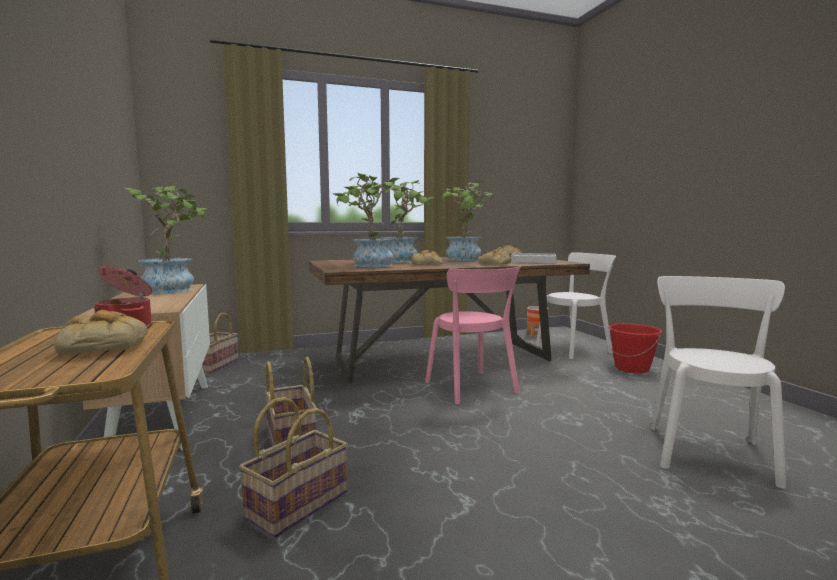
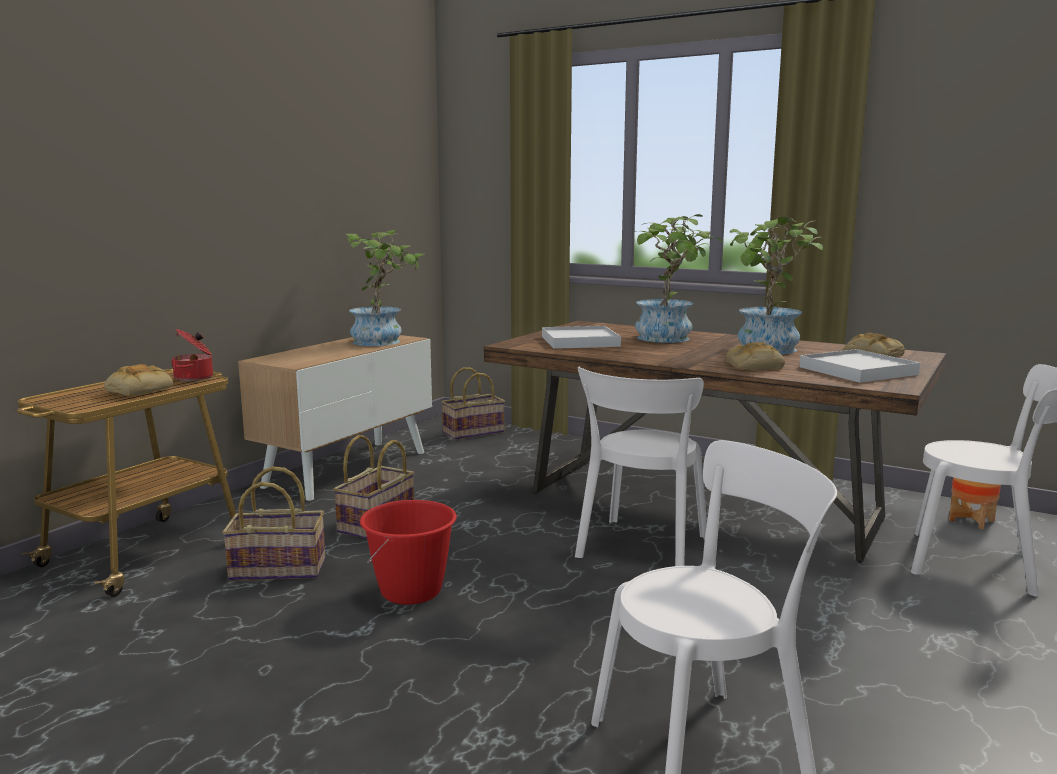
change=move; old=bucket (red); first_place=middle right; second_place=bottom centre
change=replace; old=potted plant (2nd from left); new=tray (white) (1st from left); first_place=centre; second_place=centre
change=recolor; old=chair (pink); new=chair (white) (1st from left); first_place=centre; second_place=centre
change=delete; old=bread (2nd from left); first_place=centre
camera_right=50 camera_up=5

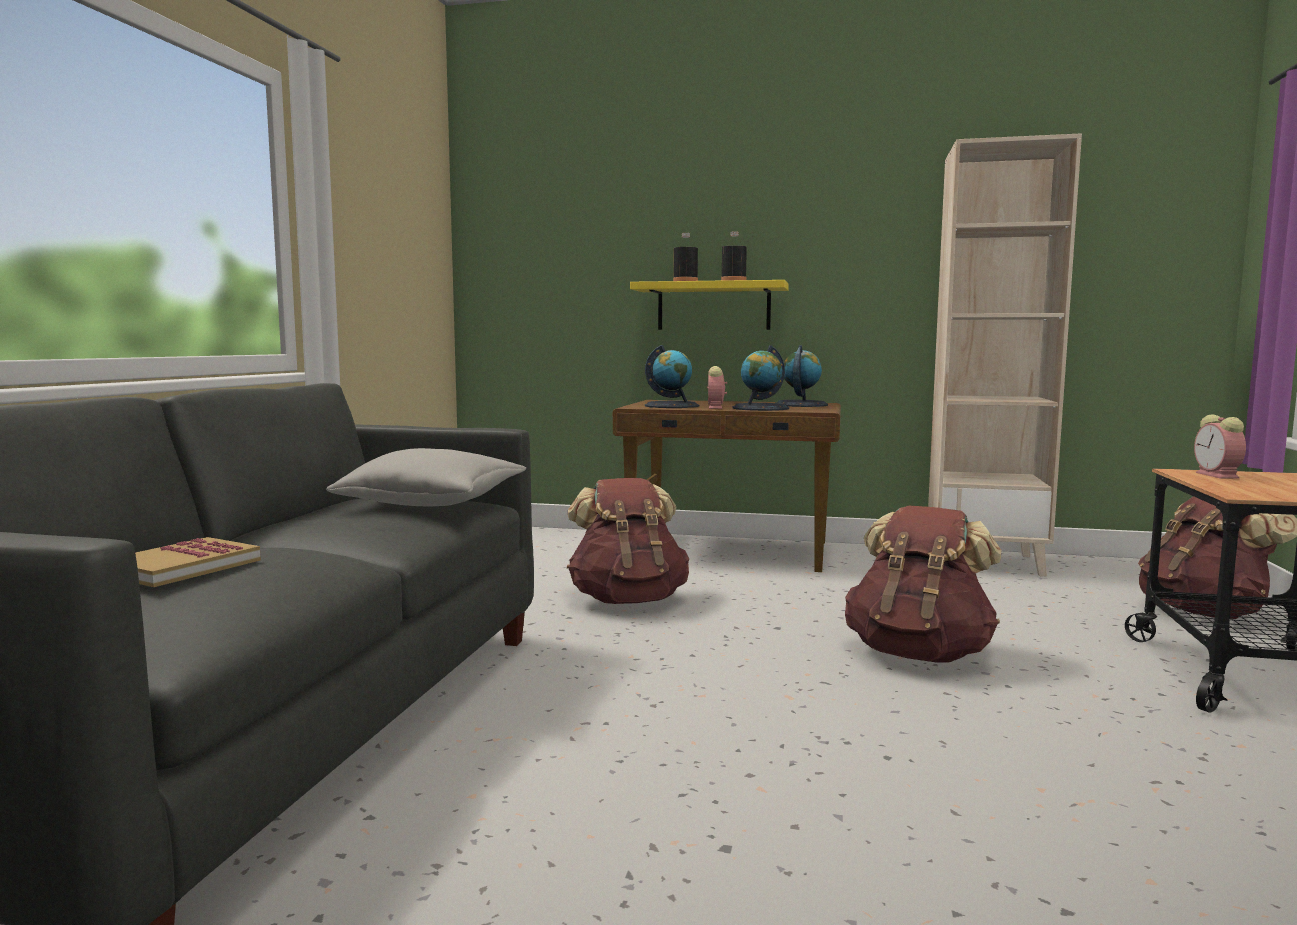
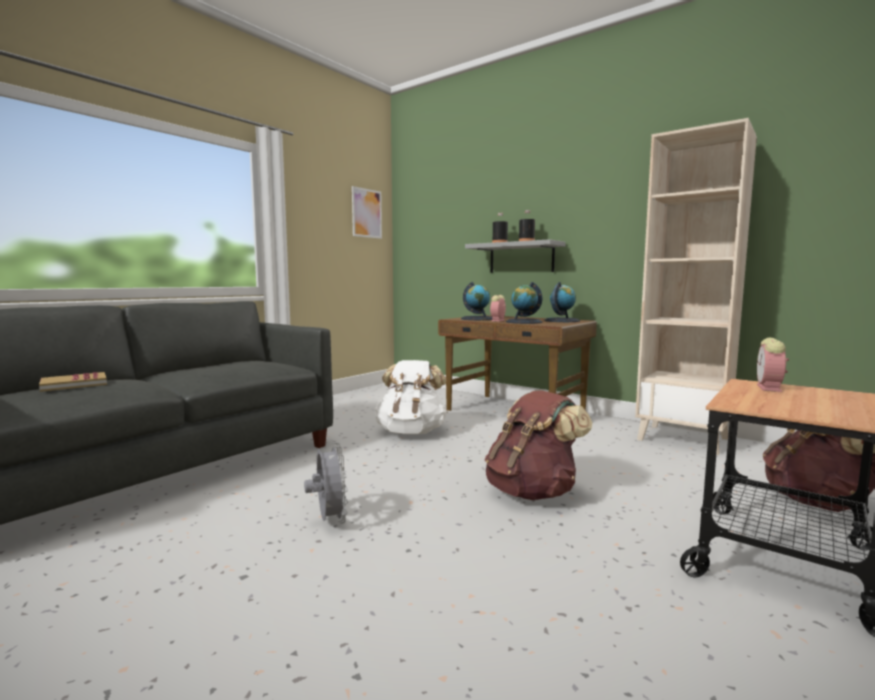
change=insert; new=fan (grey); second_place=bottom centre
change=insert; new=picture; second_place=top centre
change=recolor; old=backpack (brown) (1st from left); new=backpack (white); first_place=centre; second_place=centre
change=recolor; old=shelf (yellow); new=shelf (grey); first_place=top centre; second_place=centre
change=delete; old=pillow (grey); first_place=middle left
camera_right=25 camera_up=0

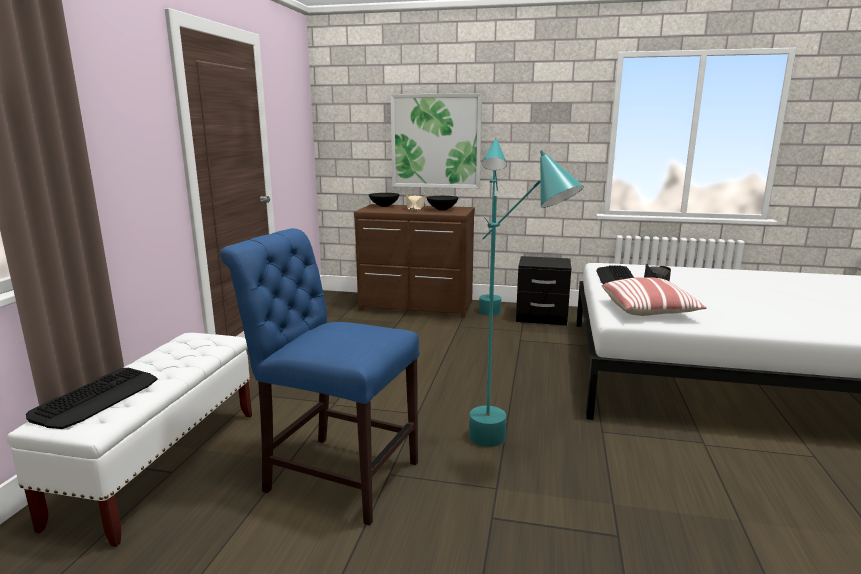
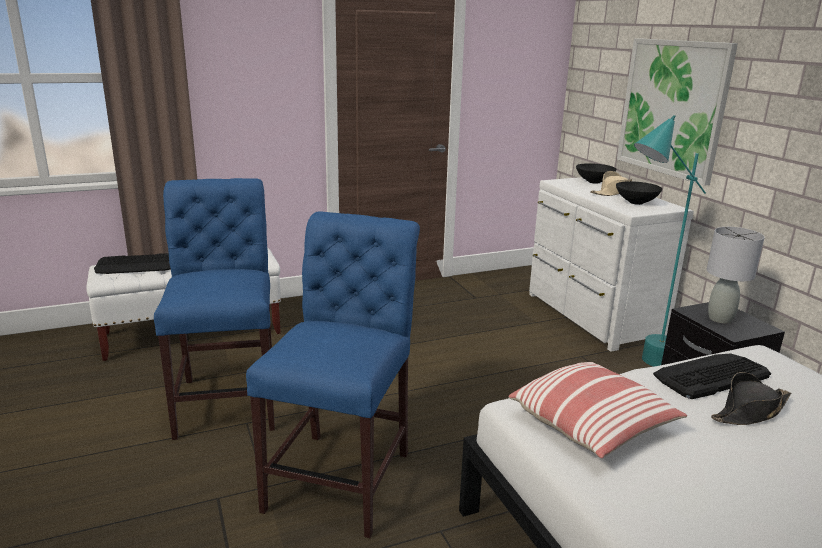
change=replace; old=floor lamp (turquoise) (2nd from left); new=chair (blue) (2nd from left); first_place=centre; second_place=bottom centre
change=recolor; old=dresser (brown); new=dresser (white); first_place=centre; second_place=middle right
change=insert; new=table lamp (grey); second_place=middle right
camera_right=55 camera_up=5

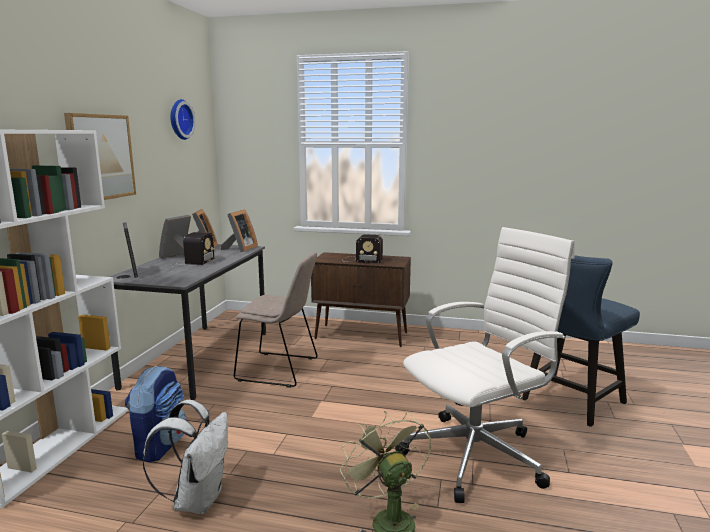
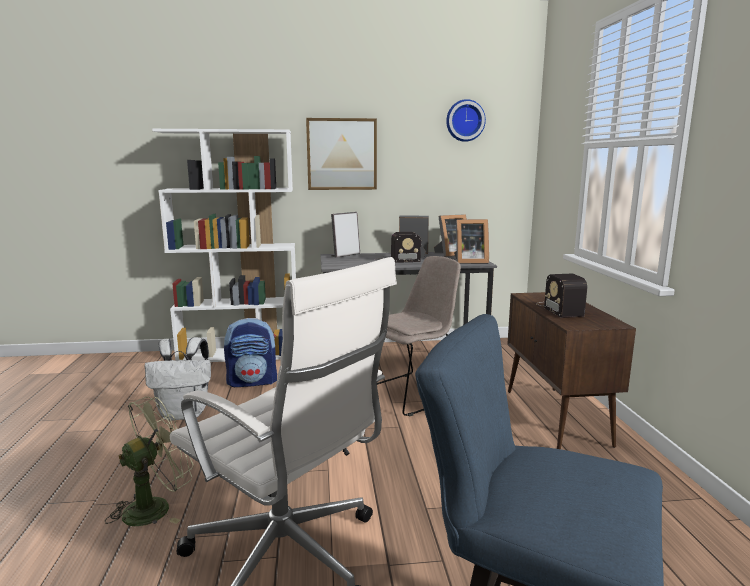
change=rotate; old=chair (beige); first_place=centre; second_place=centre; degrees=-120
camera_right=70 camera_up=0

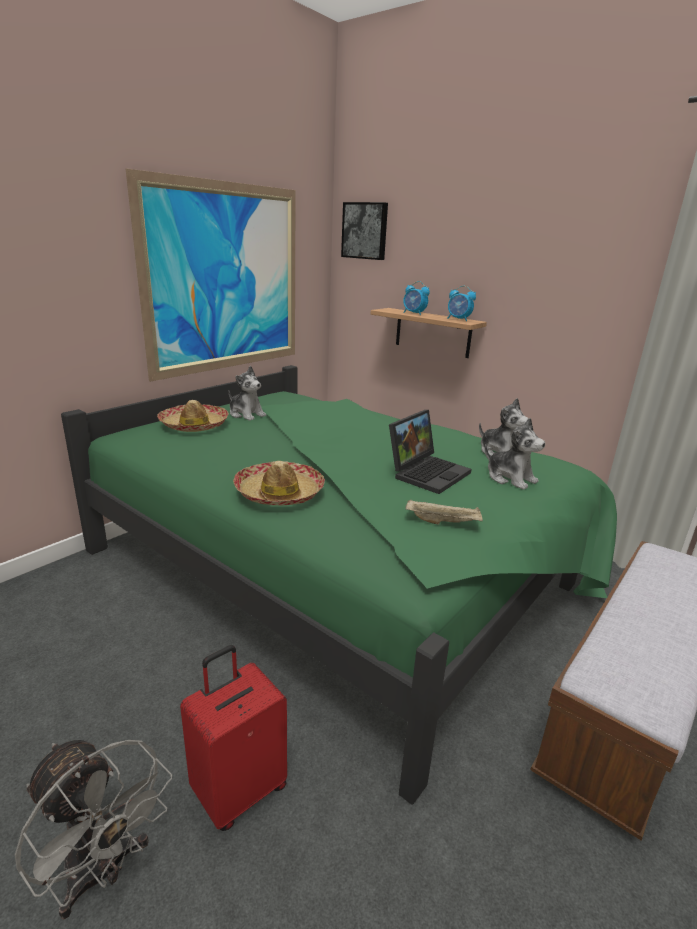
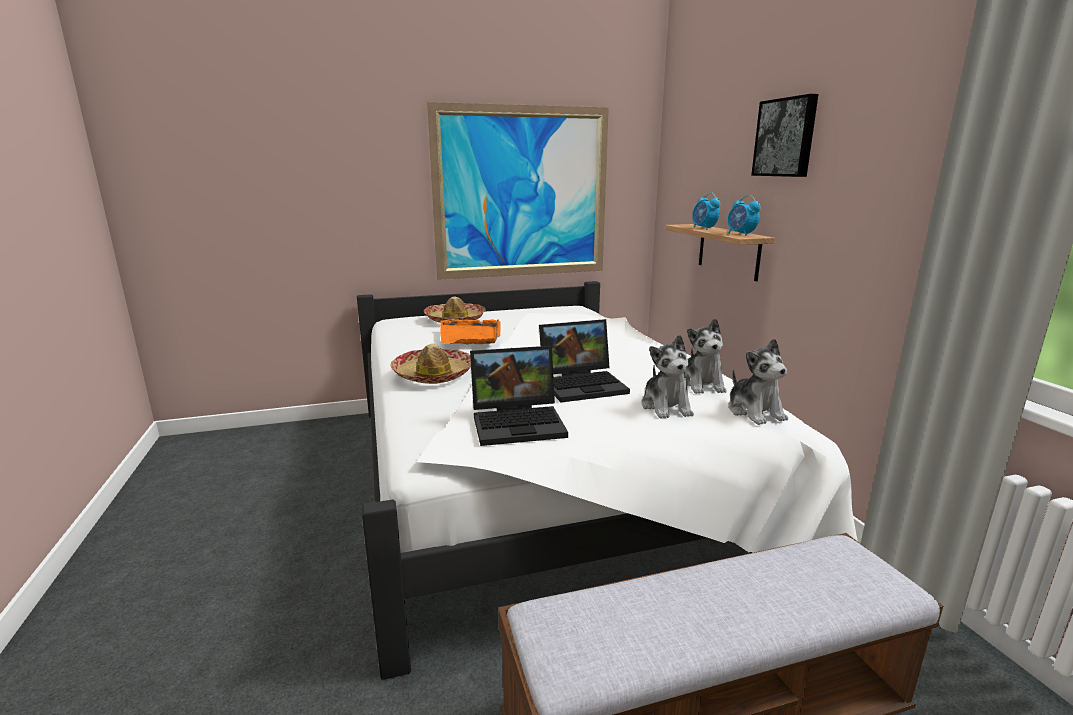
change=recolor; old=bed (green); new=bed (white); first_place=centre; second_place=bottom centre
change=insert; new=tray (orange); second_place=centre
change=replace; old=tray (beige); new=laptop (1st from left); first_place=centre; second_place=centre
change=move; old=plush toy (1st from left in the first image); new=plush toy (3rd from left); first_place=centre; second_place=middle right
change=move; old=picture (2nd from left); first_place=top centre; second_place=top right
change=delete; old=fan (grey); first_place=bottom left
change=delete; old=suitcase (red); first_place=bottom centre
camera_right=35 camera_up=-5

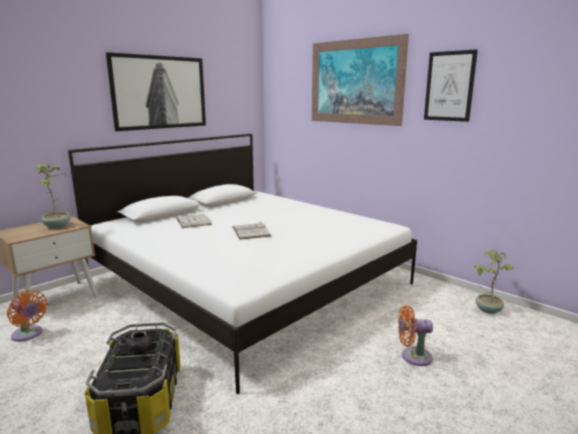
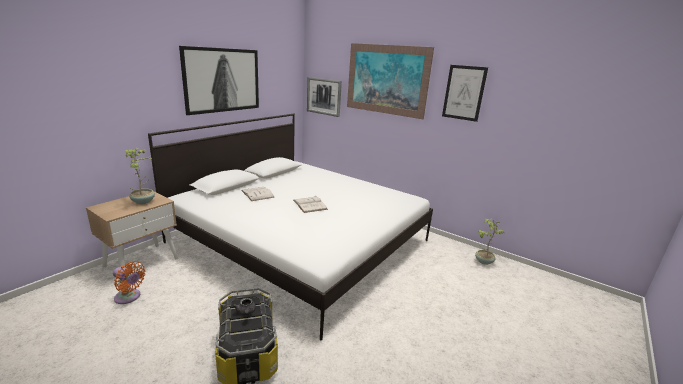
change=insert; new=picture (2nd from left); second_place=top centre
change=delete; old=fan (orange) (2nd from left); first_place=bottom right
camera_right=-10 camera_up=5

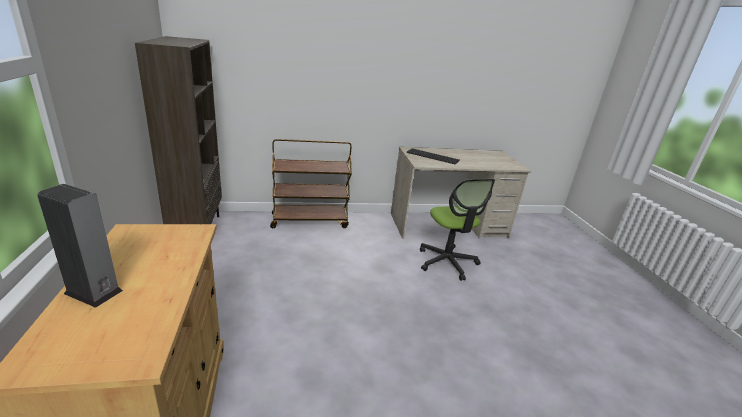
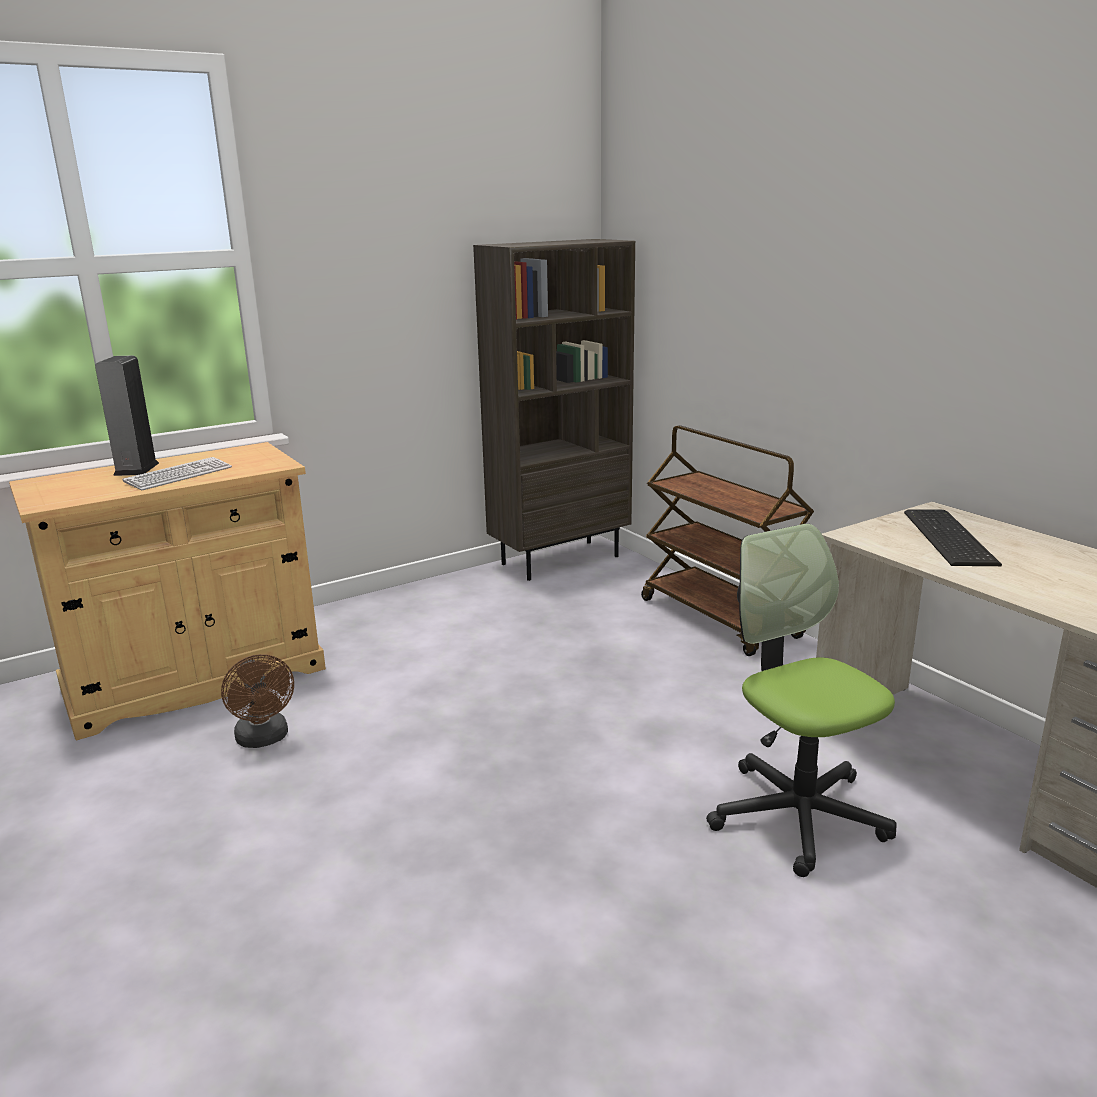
change=insert; new=keyboard (1st from left); second_place=middle left
change=insert; new=fan (brown); second_place=middle left
change=rotate; old=office chair; first_place=centre; second_place=middle right; degrees=105
camera_right=70 camera_up=-5

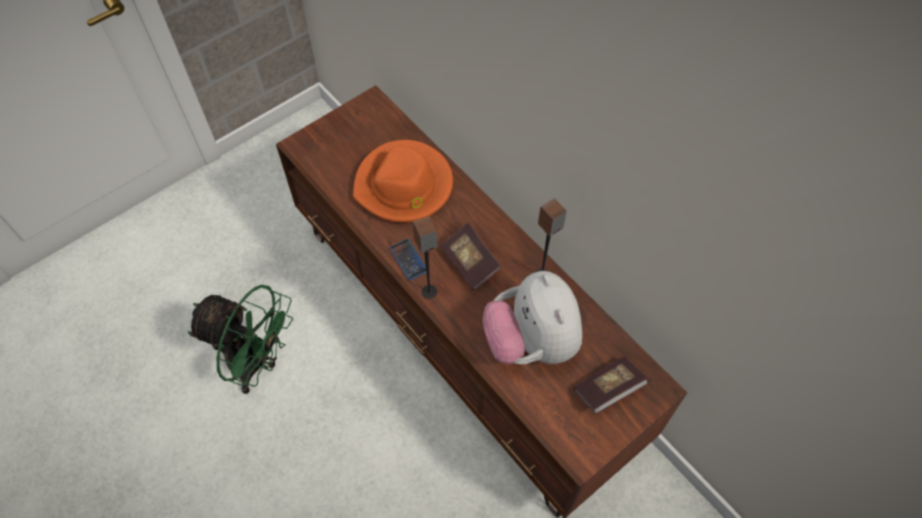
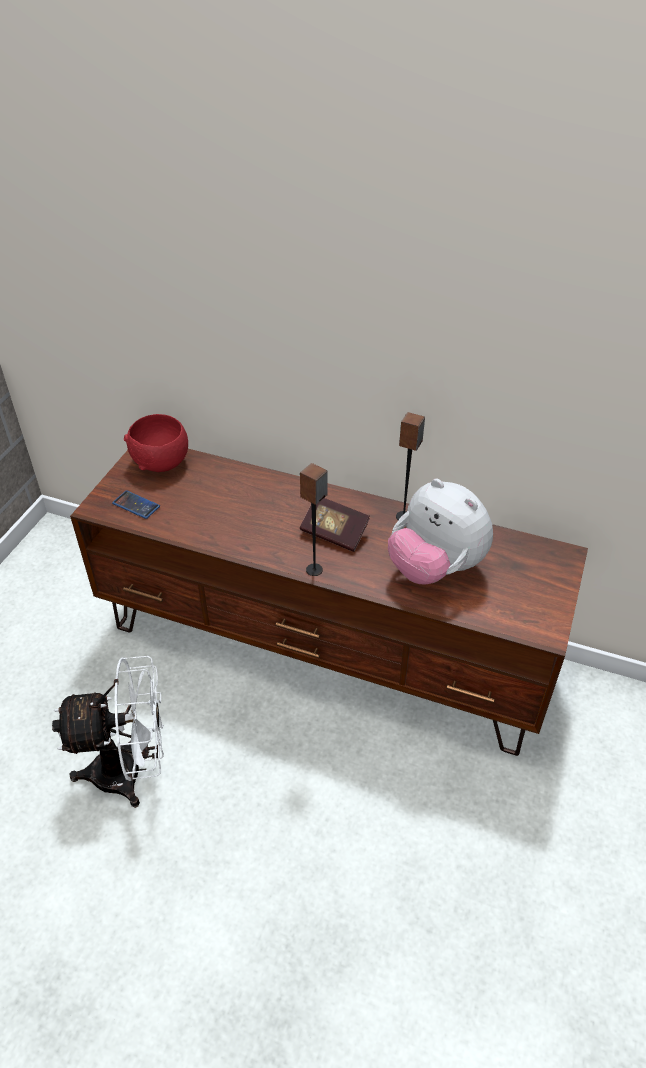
change=recolor; old=fan (green); new=fan (white); first_place=middle left; second_place=bottom left
change=move; old=phone; first_place=centre; second_place=middle left
change=insert; new=bowl (red); second_place=middle left
change=delete; old=hat (orange); first_place=centre
change=delete; old=book (2nd from left); first_place=bottom centre
camera_right=-30 camera_up=-15

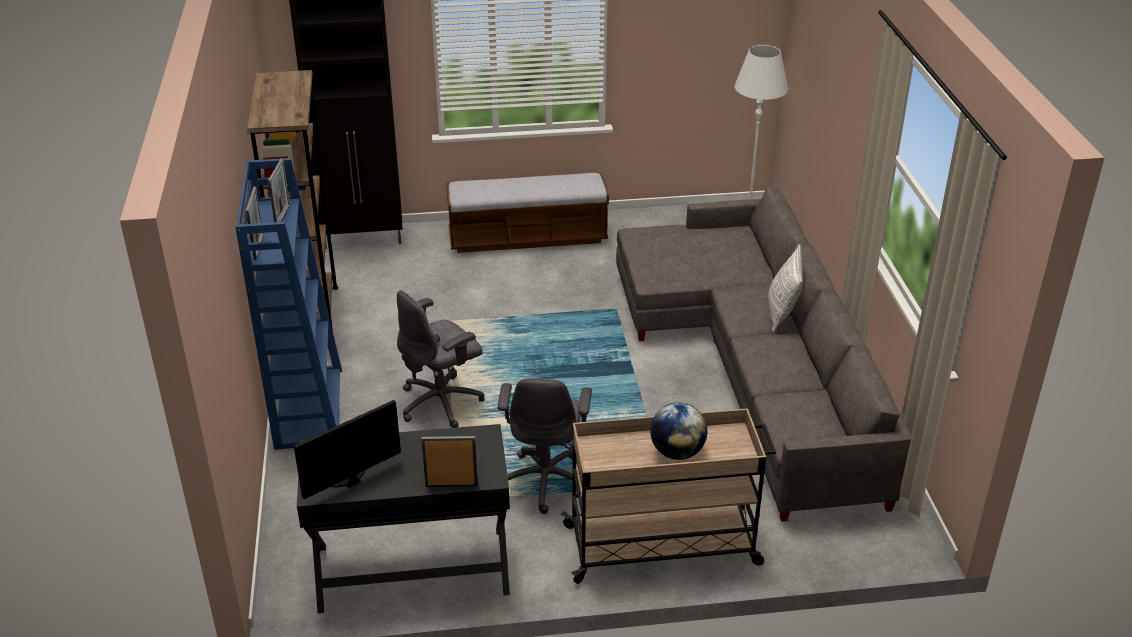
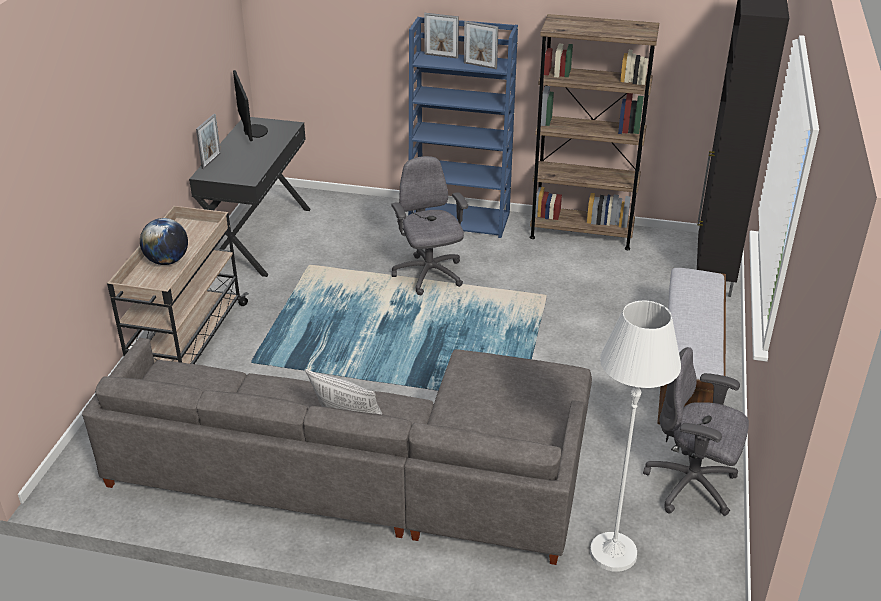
change=move; old=office chair (grey) (2nd from left); first_place=bottom centre; second_place=bottom right
camera_right=110 camera_up=0

